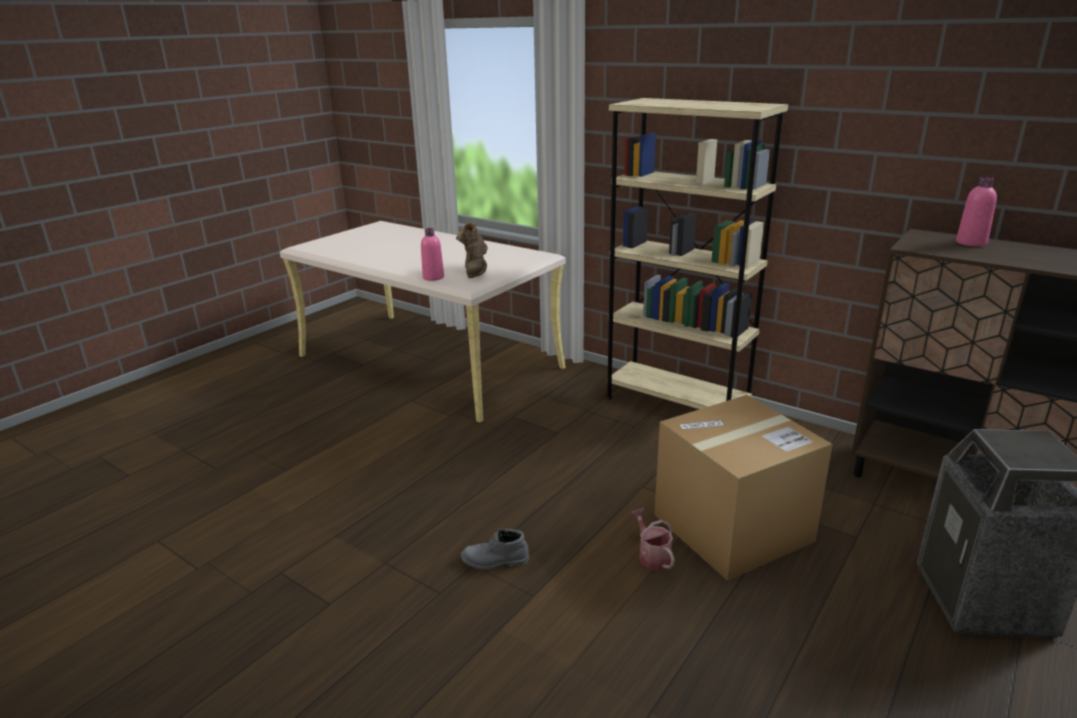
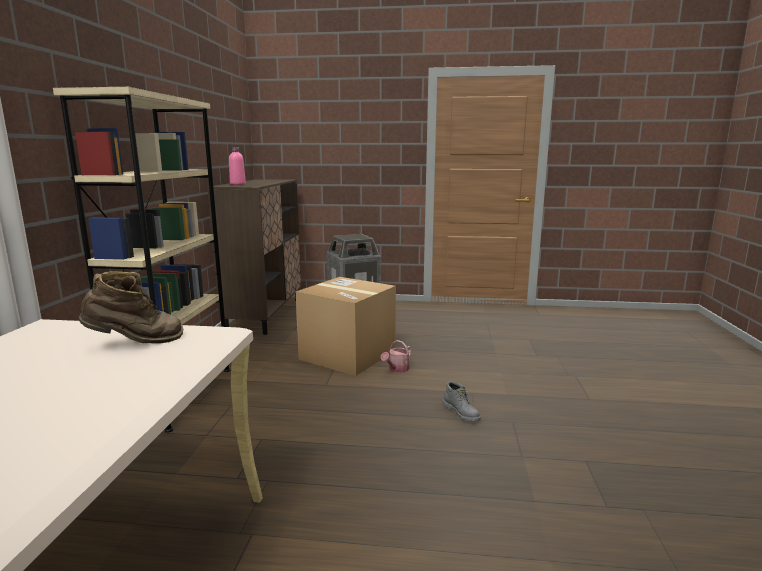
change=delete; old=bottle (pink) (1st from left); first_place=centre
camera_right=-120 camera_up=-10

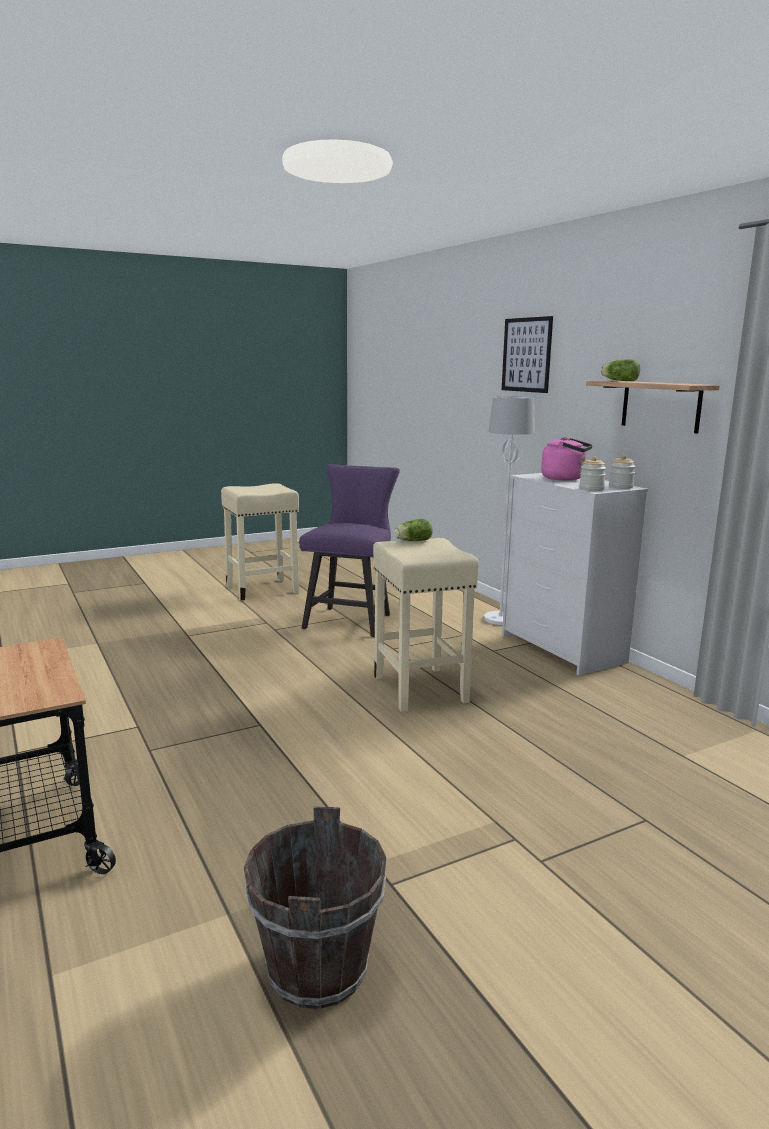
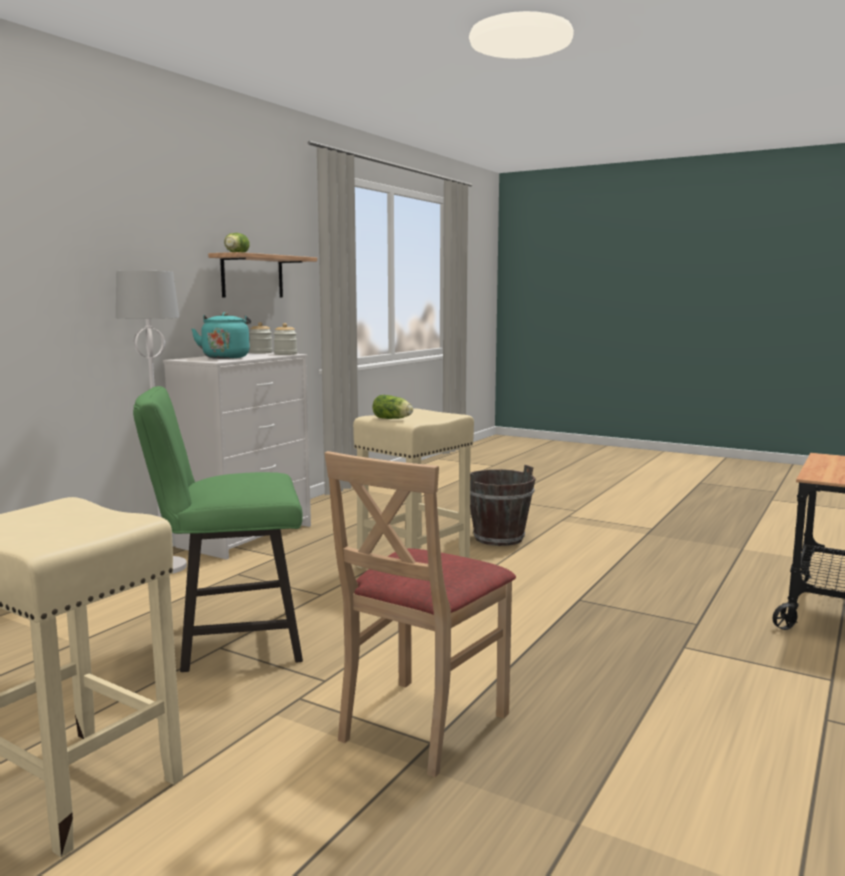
change=recolor; old=chair (purple); new=chair (green); first_place=centre; second_place=middle left
change=recolor; old=kettle (pink); new=kettle (turquoise); first_place=middle right; second_place=middle left
change=insert; new=chair (beige); second_place=bottom centre
change=move; old=bucket (brown); first_place=bottom centre; second_place=centre
change=delete; old=picture; first_place=top right
camera_right=-120 camera_up=-5

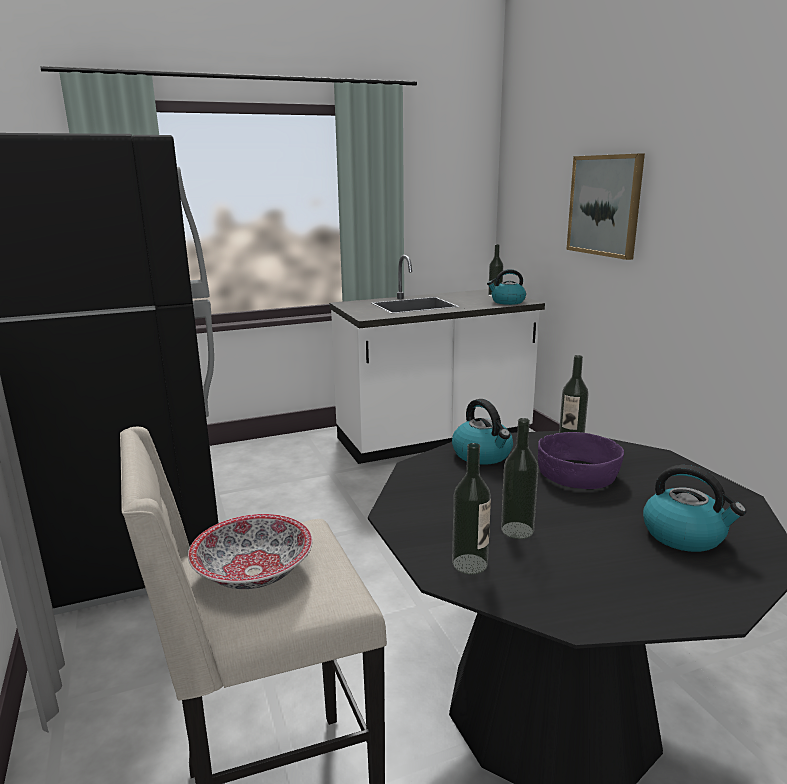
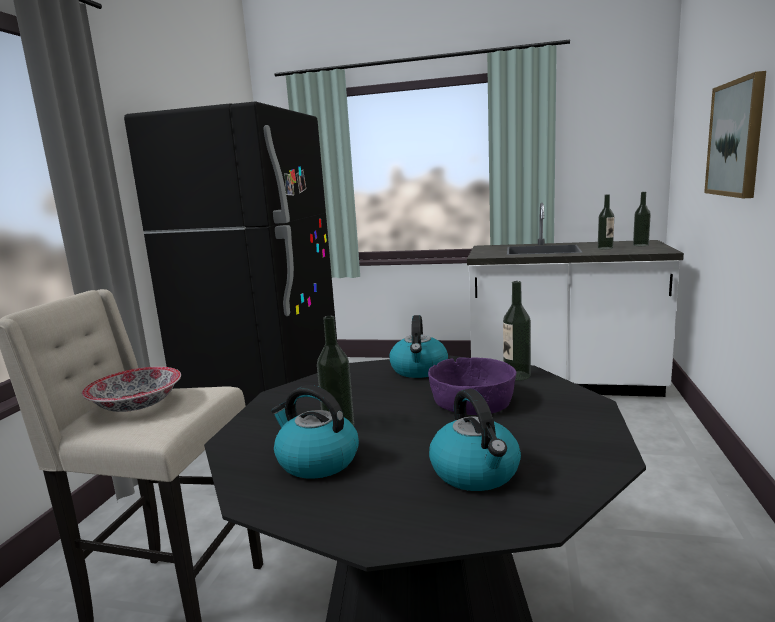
change=move; old=kettle (2nd from left in the first image); new=kettle (1st from left); first_place=centre; second_place=bottom centre
change=move; old=bottle (1st from left in the first image); new=bottle (3rd from left); first_place=centre; second_place=middle right
camera_right=35 camera_up=-5

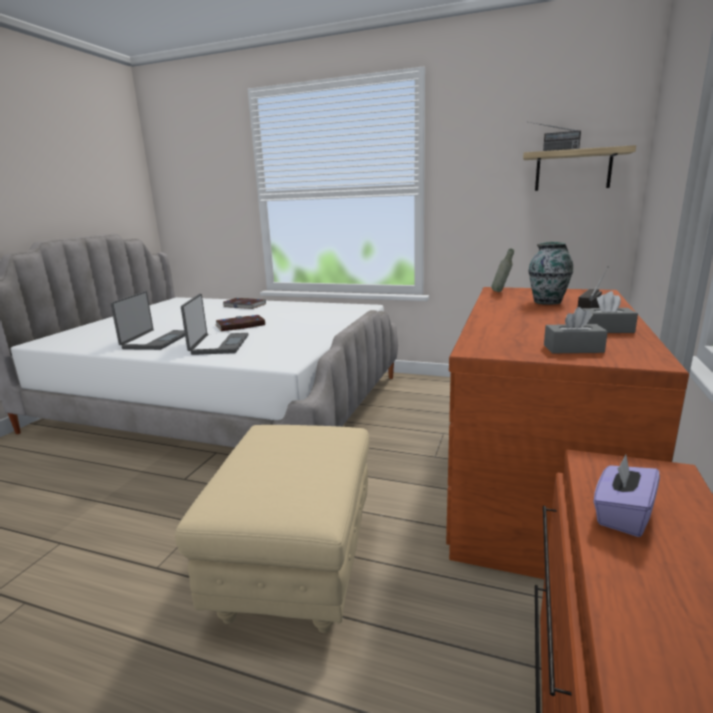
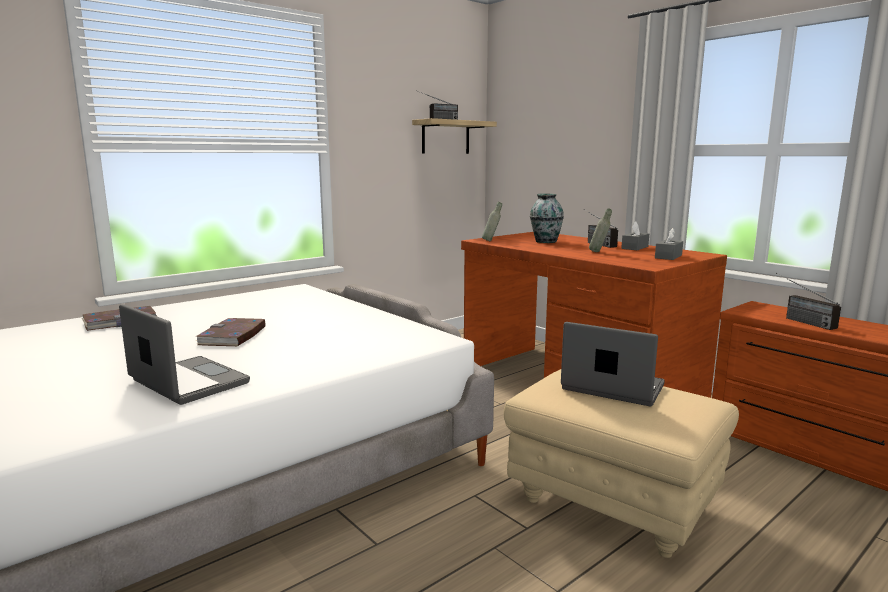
change=move; old=laptop (2nd from left); first_place=middle left; second_place=middle right
change=insert; new=bottle (grey) (2nd from left); second_place=middle right
change=replace; old=tissue box (purple); new=radio (3rd from left); first_place=bottom right; second_place=middle right
camera_right=-60 camera_up=-5

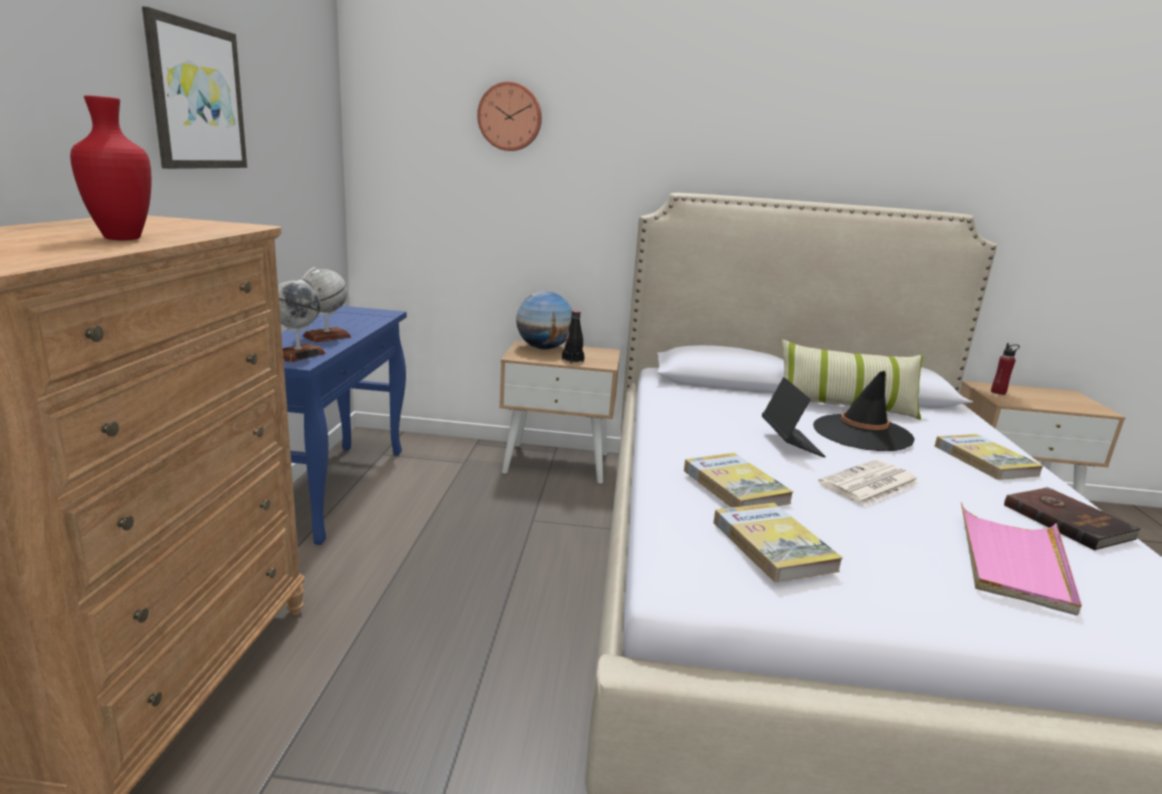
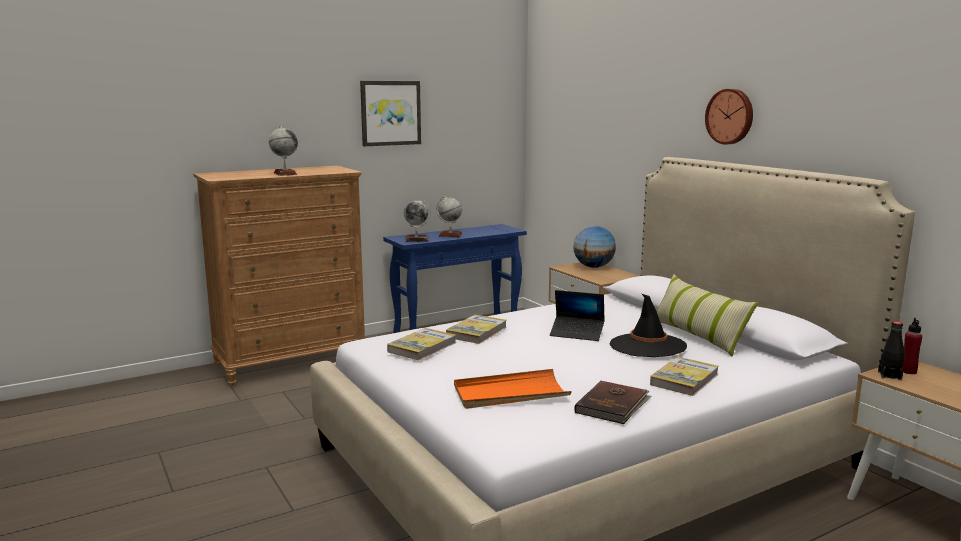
change=replace; old=vase (red); new=globe (1st from left); first_place=top left; second_place=top left
change=recolor; old=tray (pink); new=tray (orange); first_place=bottom right; second_place=bottom centre
change=rotate; old=laptop; first_place=middle right; second_place=centre; degrees=60
change=move; old=wall clock; first_place=top centre; second_place=top right
change=move; old=bottle (black); first_place=centre; second_place=middle right
change=delete; old=newspaper; first_place=middle right
camera_right=55 camera_up=-5

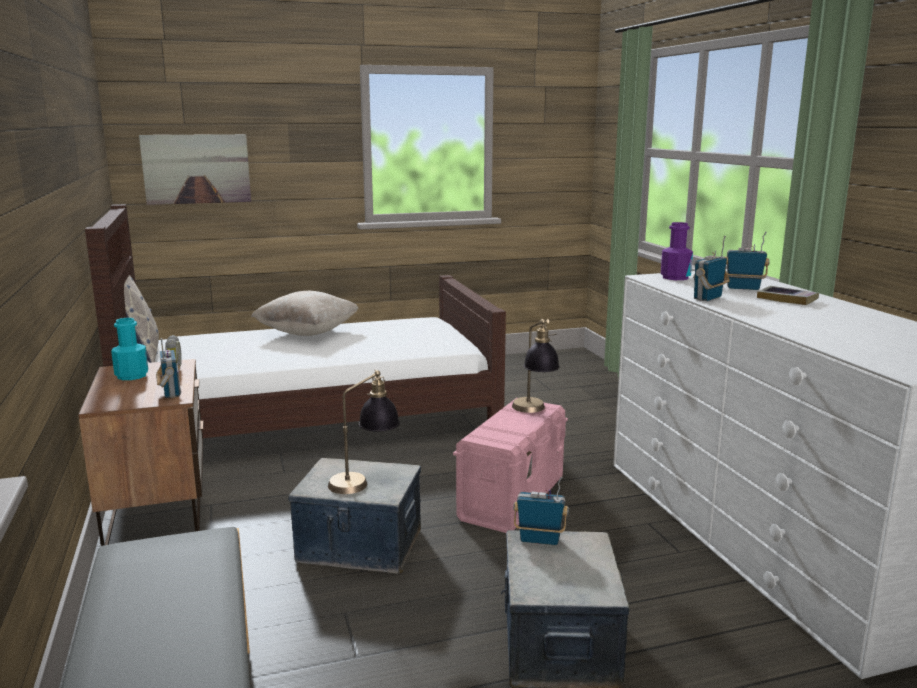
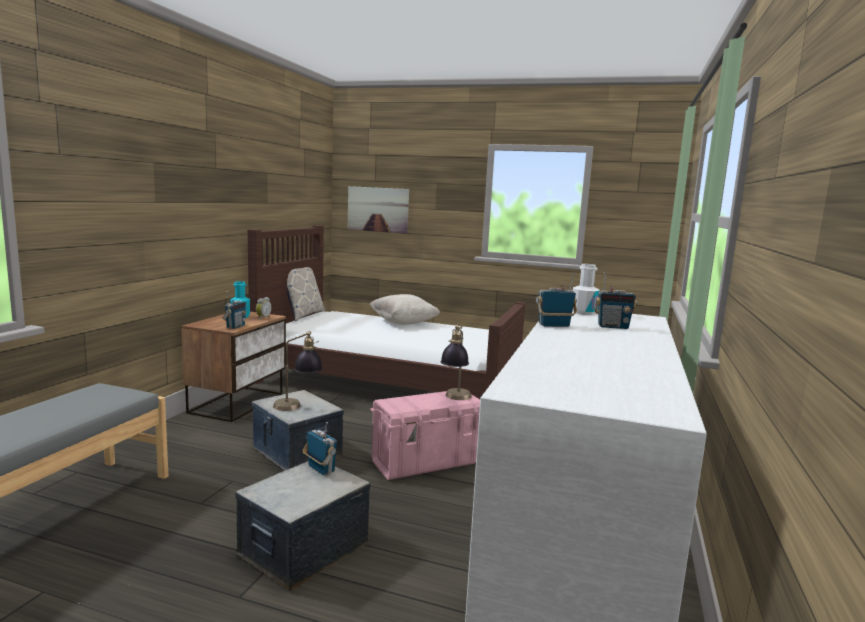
change=recolor; old=bottle (purple); new=bottle (white); first_place=middle right; second_place=middle right
change=rotate; old=radio (4th from left); first_place=middle right; second_place=middle right; degrees=135
change=delete; old=book; first_place=middle right
camera_right=35 camera_up=-5

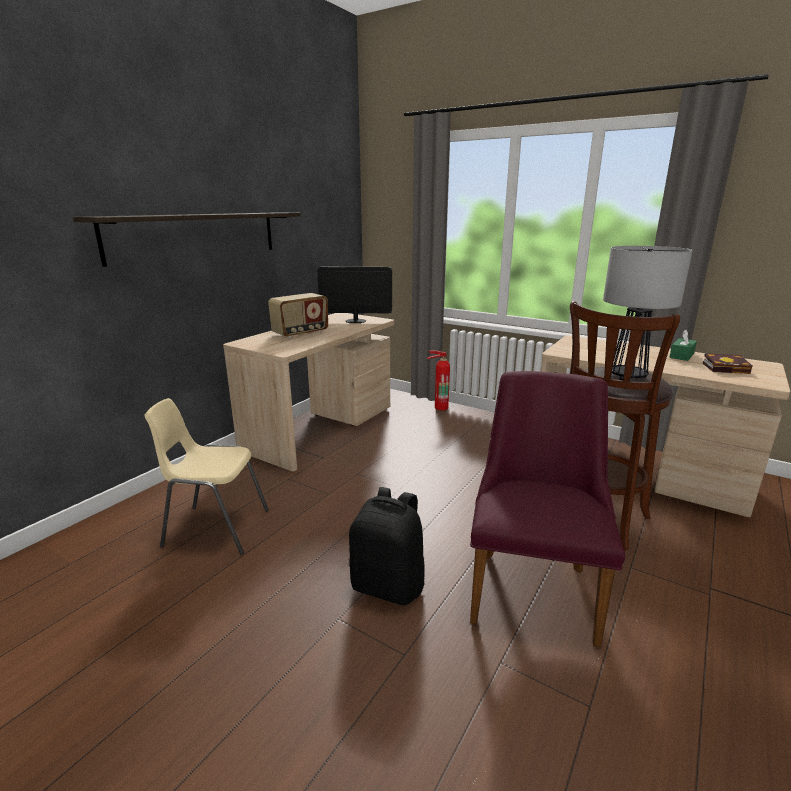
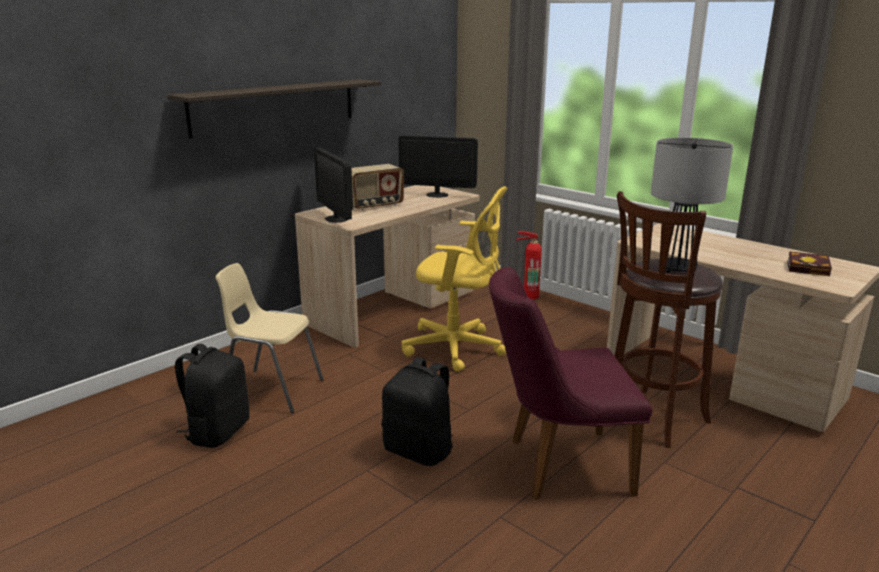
change=insert; new=backpack (black) (1st from left); second_place=bottom left
change=insert; new=monitor (1st from left); second_place=top centre
change=insert; new=office chair (yellow); second_place=centre
change=rotate; old=chair (purple); first_place=middle right; second_place=bottom centre; degrees=-120
change=delete; old=tissue box (green); first_place=middle right
camera_right=10 camera_up=0

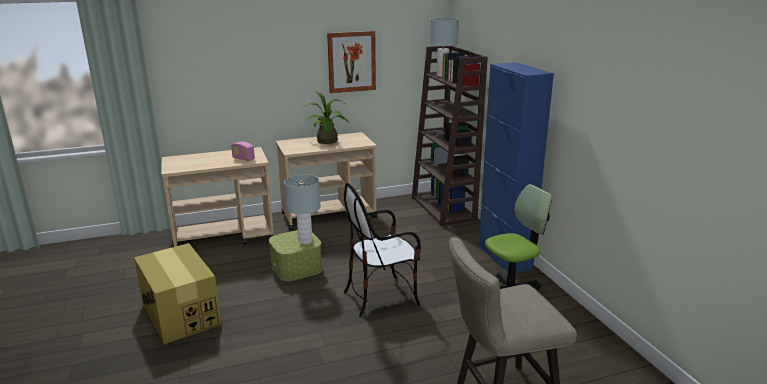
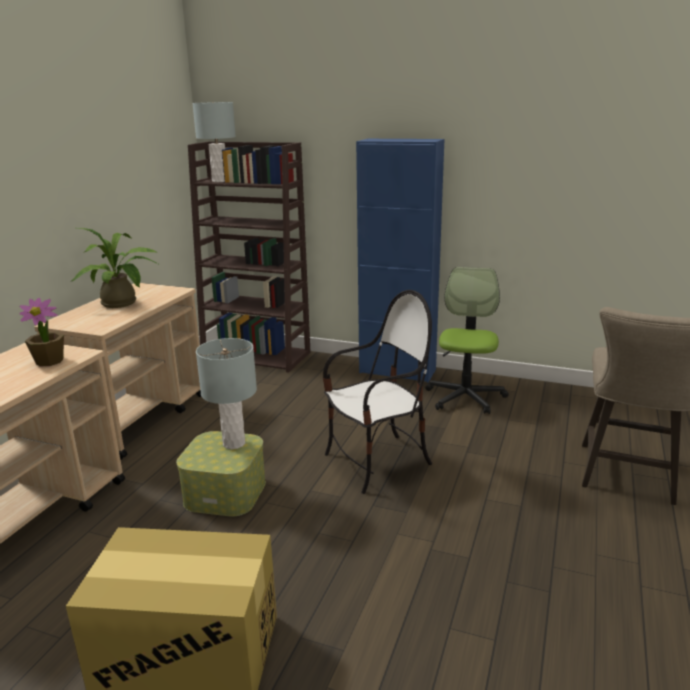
change=replace; old=radio; new=potted plant (1st from left); first_place=middle left; second_place=middle left
change=rotate; old=chair; first_place=centre; second_place=centre; degrees=-135
change=delete; old=picture; first_place=top centre
camera_right=-50 camera_up=0

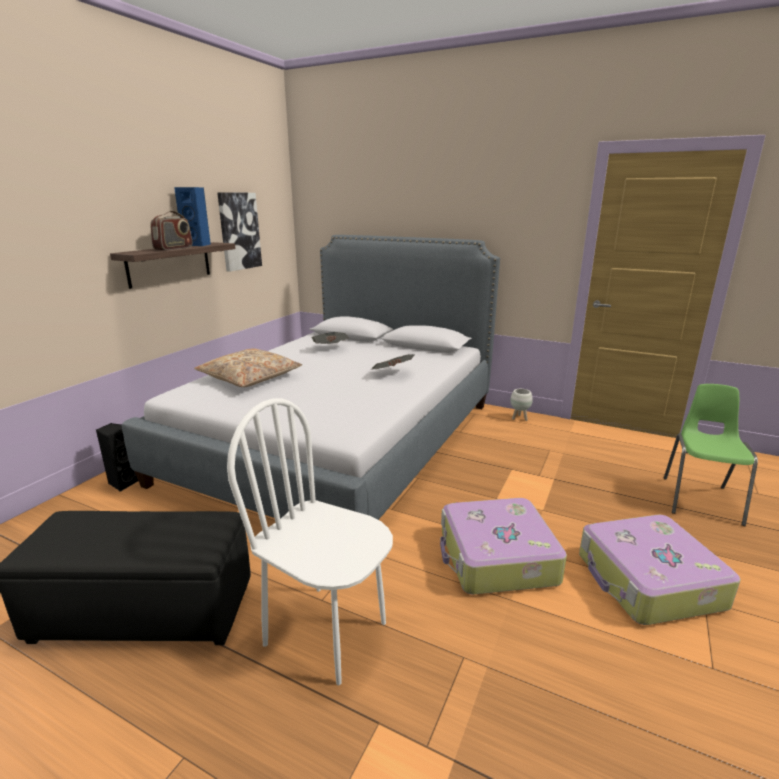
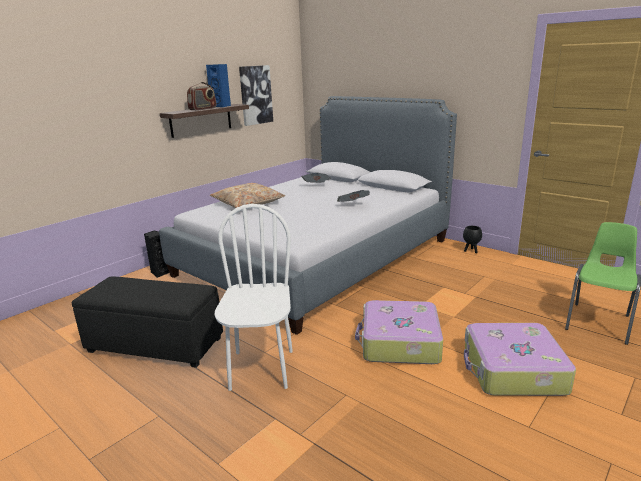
change=rotate; old=chair (white); first_place=bottom centre; second_place=centre; degrees=45
change=recolor; old=planter (white); new=planter (black); first_place=middle right; second_place=middle right
camera_right=15 camera_up=0

